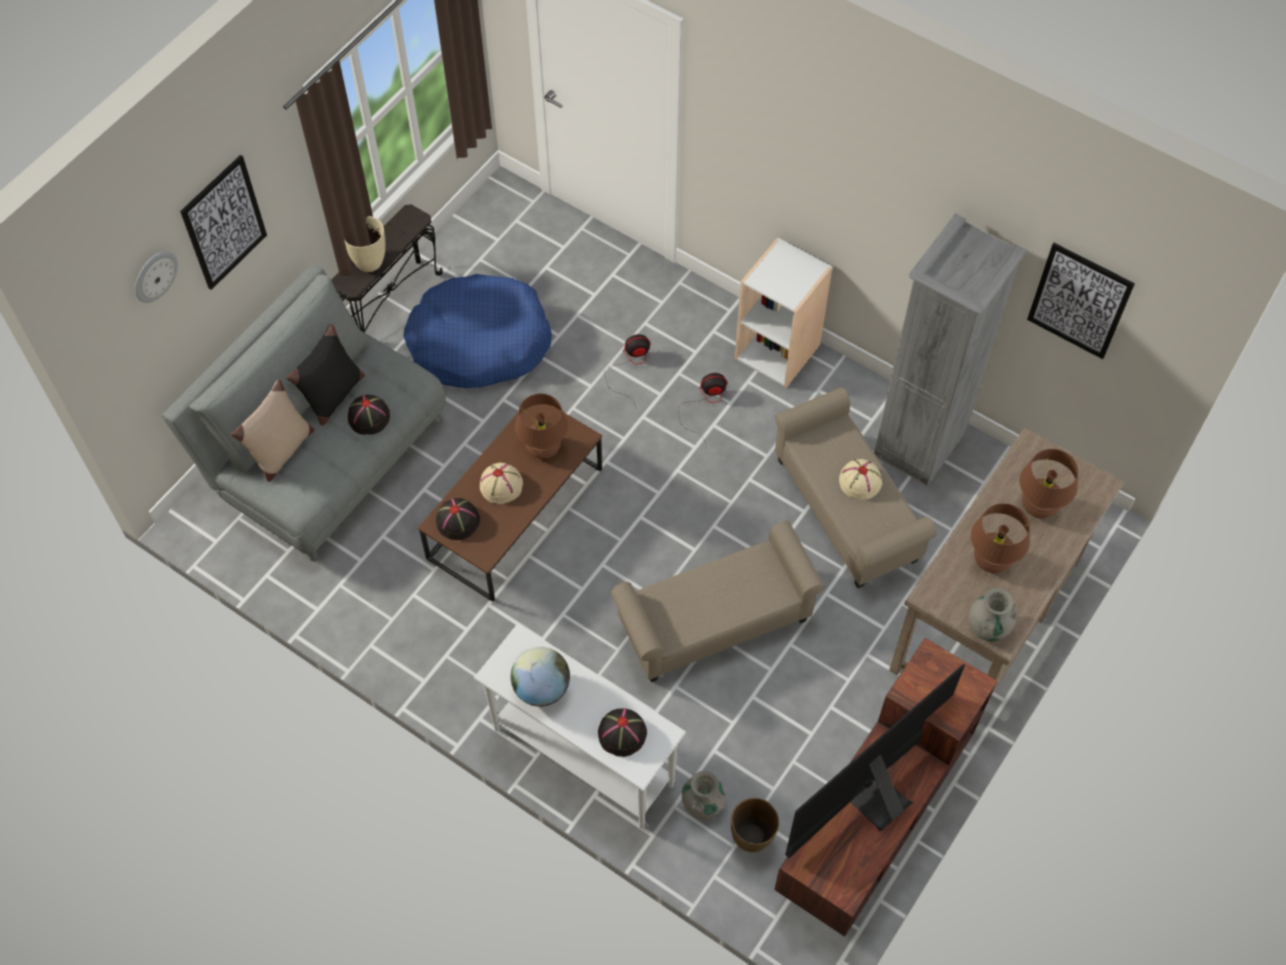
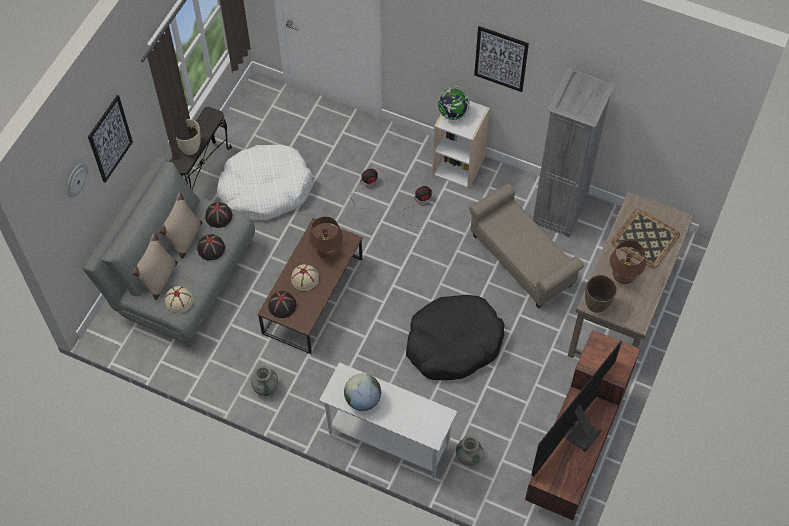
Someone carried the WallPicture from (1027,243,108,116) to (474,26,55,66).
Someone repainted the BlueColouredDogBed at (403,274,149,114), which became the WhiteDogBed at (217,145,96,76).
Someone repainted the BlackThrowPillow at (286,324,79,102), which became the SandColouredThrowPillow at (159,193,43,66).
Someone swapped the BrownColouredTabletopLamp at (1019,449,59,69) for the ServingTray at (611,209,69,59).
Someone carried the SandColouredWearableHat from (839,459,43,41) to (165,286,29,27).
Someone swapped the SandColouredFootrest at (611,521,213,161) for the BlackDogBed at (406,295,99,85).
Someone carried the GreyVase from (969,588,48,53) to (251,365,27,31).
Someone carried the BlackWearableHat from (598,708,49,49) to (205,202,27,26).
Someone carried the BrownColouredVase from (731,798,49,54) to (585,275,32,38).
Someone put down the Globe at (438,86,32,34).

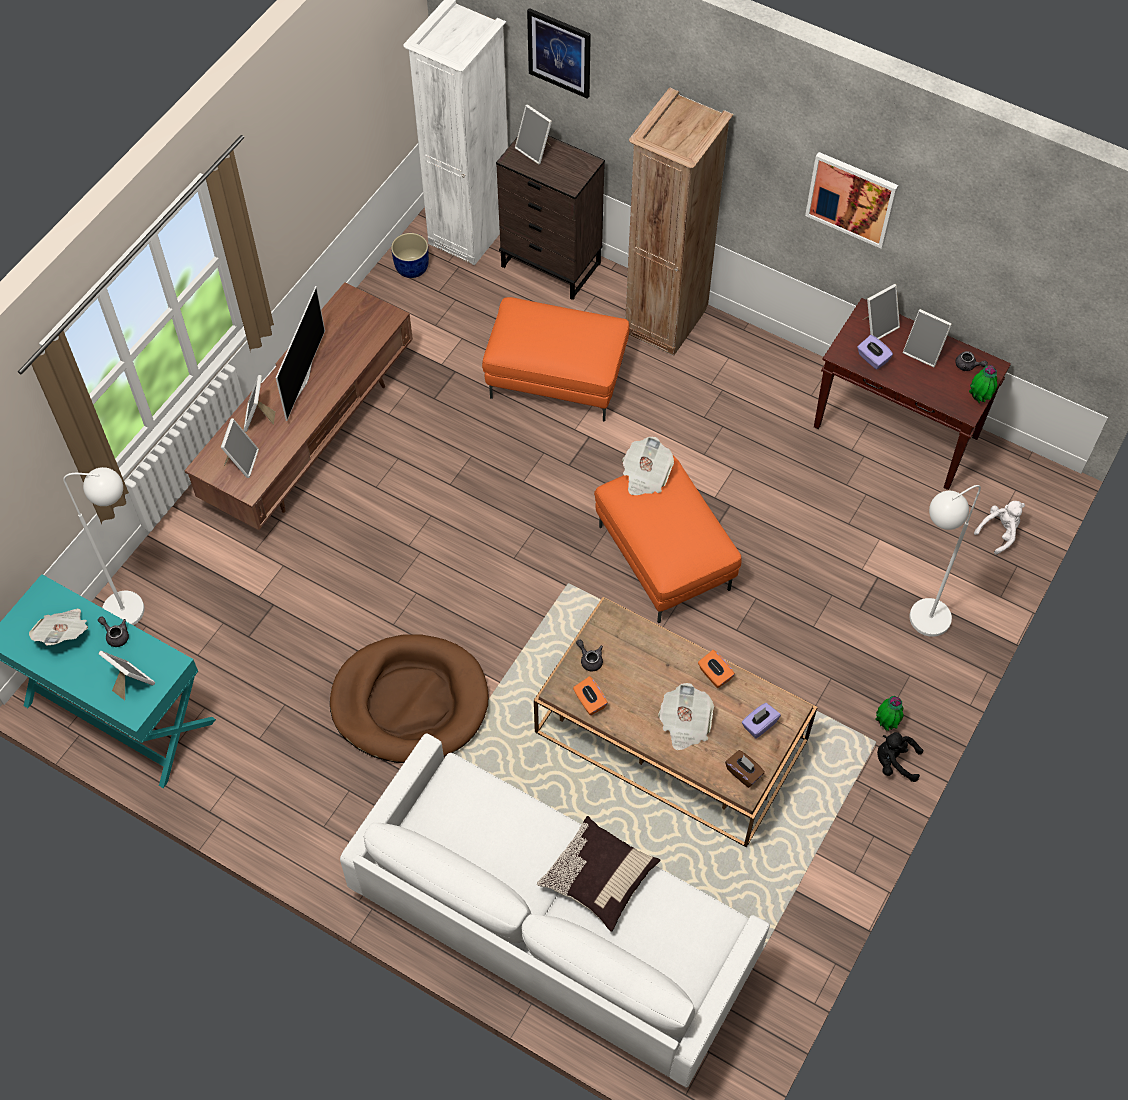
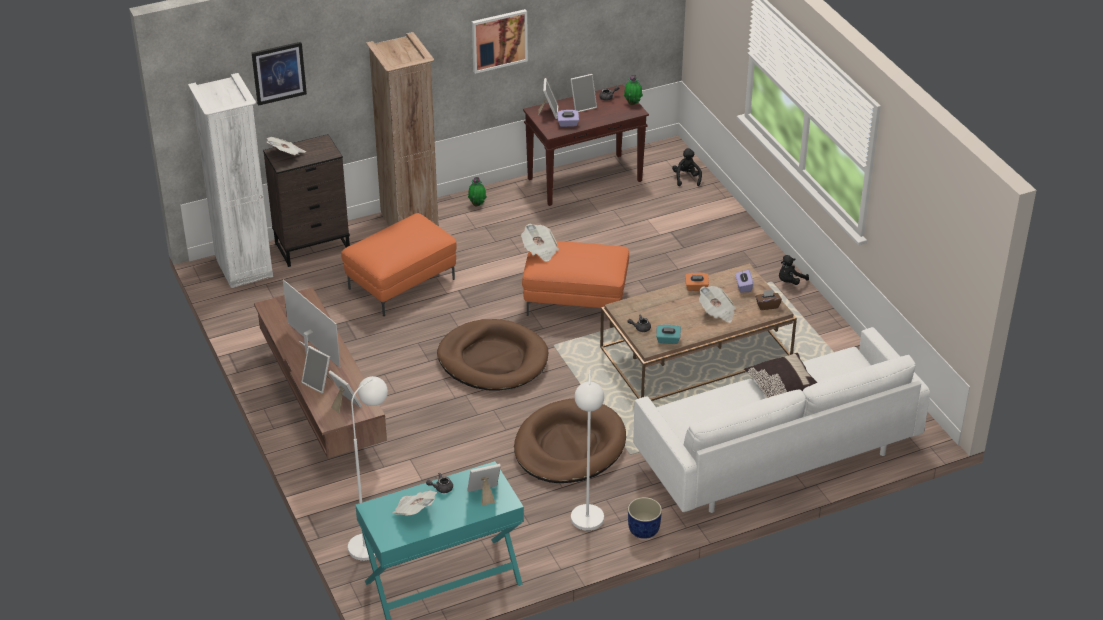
Someone swapped the StandingFrame at (515,104,37,60) for the PrintedPaper at (267,137,39,18).
Someone carried the BlueColouredPlanter from (391,233,38,45) to (628,497,34,42).
Someone carried the WhiteFloorLamp from (909,485,72,152) to (571,370,33,161).
Someone repainted the WhiteCuddlyToy at (974,501,51,54), which became the BlackCuddlyToy at (672,148,30,38).
Someone repainted the OrangeColouredTissueHolder at (573,676,35,39), which became the BlueGreenTissueHolder at (656,325,25,19).
Someone carried the PottedPlant from (875,696,29,35) to (468,177,19,30).
Someone put down the BrownColouredDogBed at (437,319,111,72).

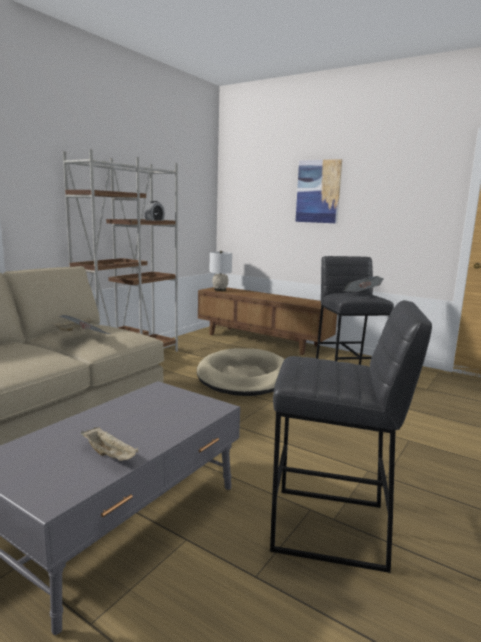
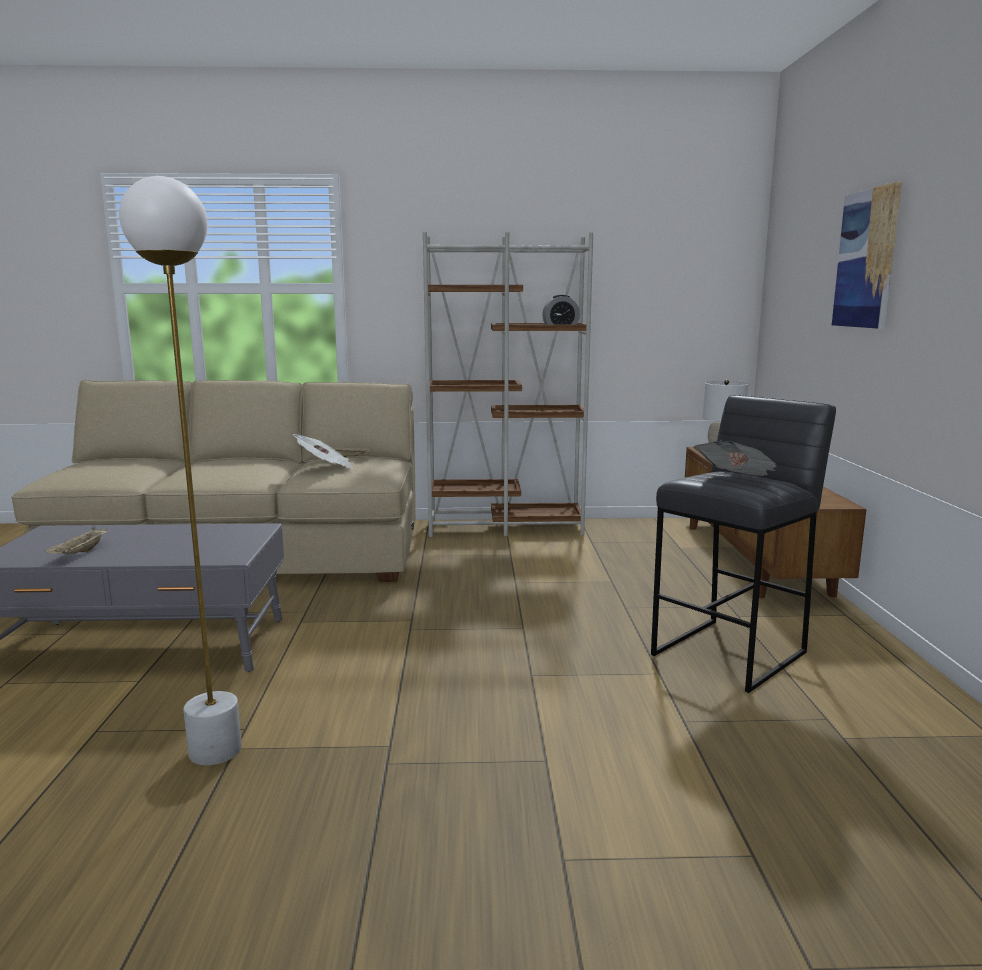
Someone swapped the GreyStool at (270,300,162,273) for the WhiteFloorLamp at (119,176,123,590).
Someone took away the SandColouredDogBed at (197,348,88,48).

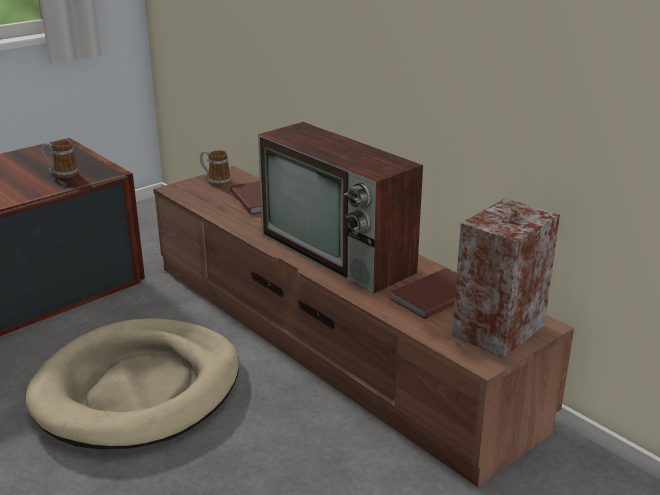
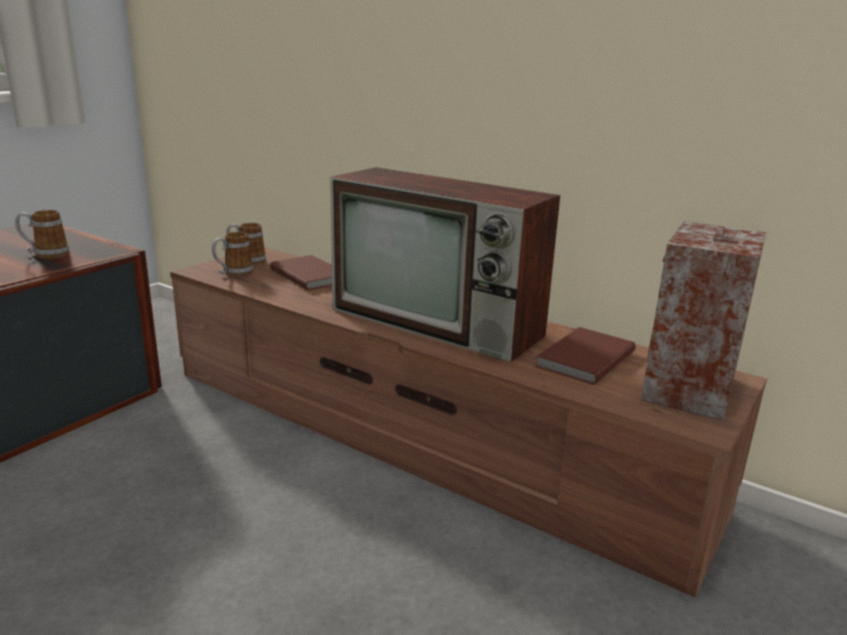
Someone took away the SandColouredDogBed at (26,318,213,131).
Someone put down the TeaMug at (212,232,41,45).

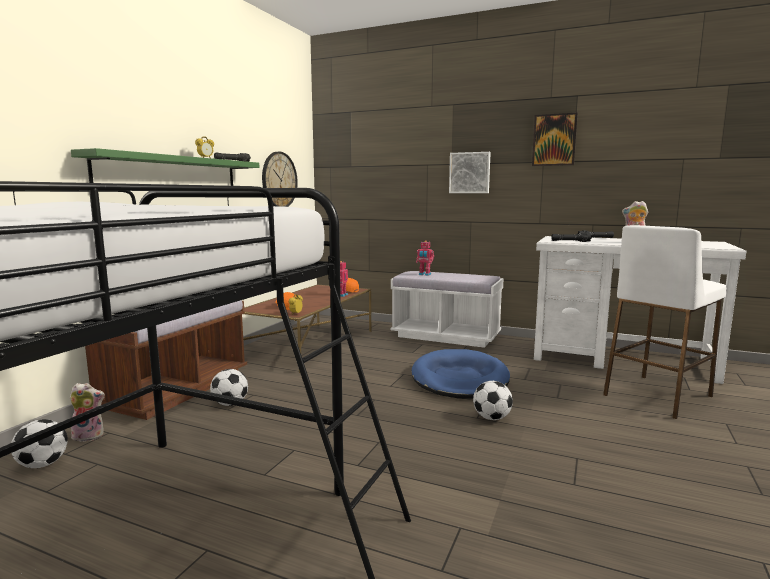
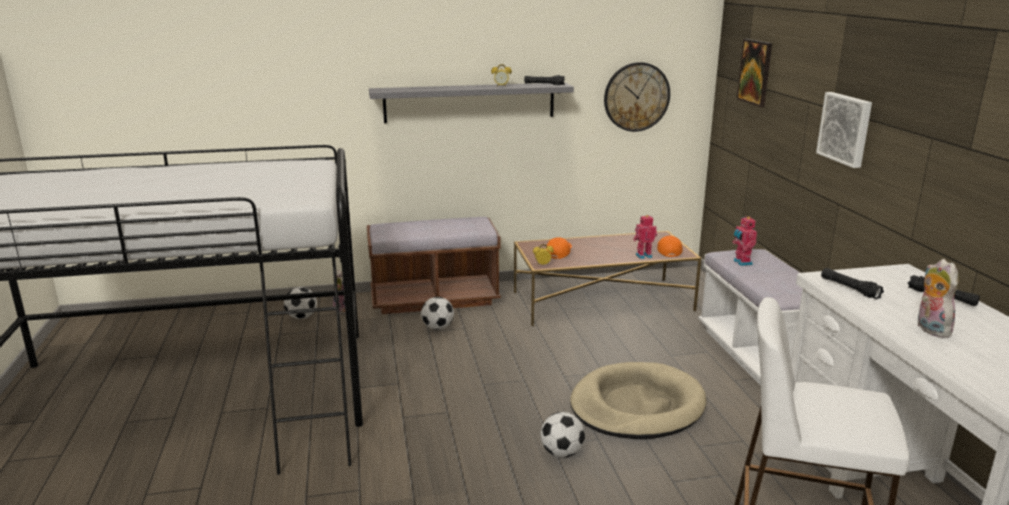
Someone carried the WallPicture from (532,112,46,54) to (737,39,35,68).
Someone repainted the GreenishWallShelf at (71,148,189,38), which became the GreyWallShelf at (369,82,205,41).
Someone repainted the BlueColouredDogBed at (412,349,98,50), which became the SandColouredDogBed at (570,362,137,77).

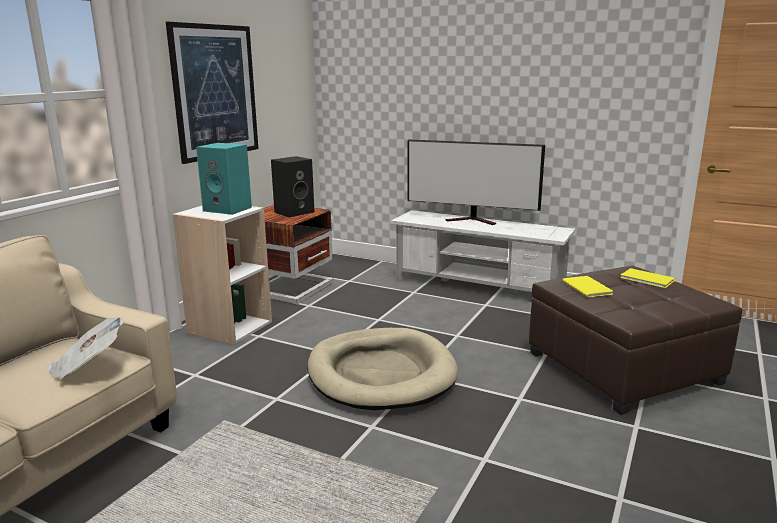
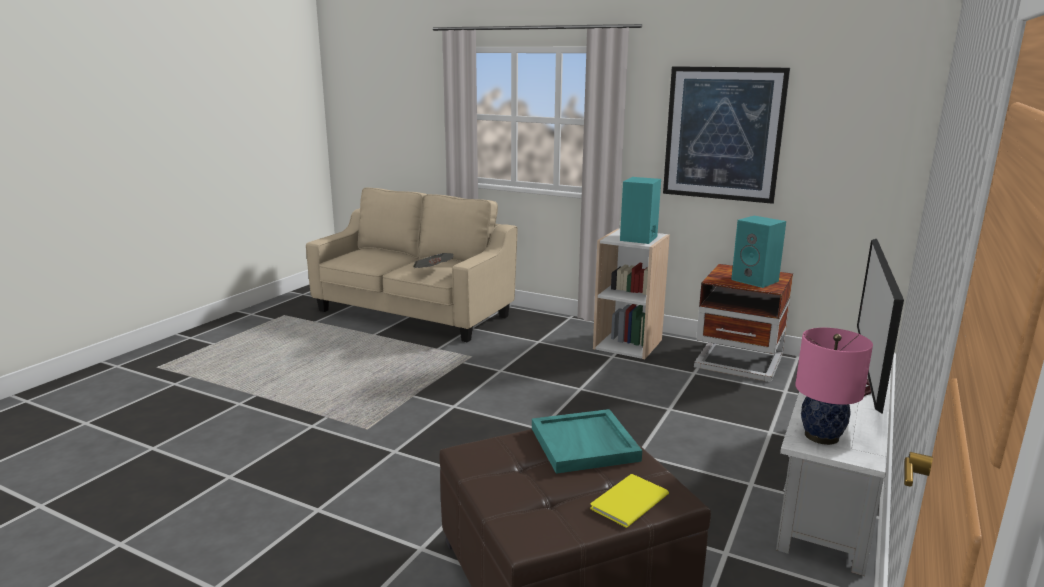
Someone repainted the BlackAudioSpeaker at (271,156,43,61), which became the BlueGreenAudioSpeaker at (731,216,55,72).
Someone swapped the YellowBoundBook at (562,276,51,21) for the BlueGreenServingTray at (532,409,110,65).
Someone took away the SandColouredDogBed at (307,328,151,82).
Someone put down the PinkColouredTabletopLamp at (795,328,78,117).

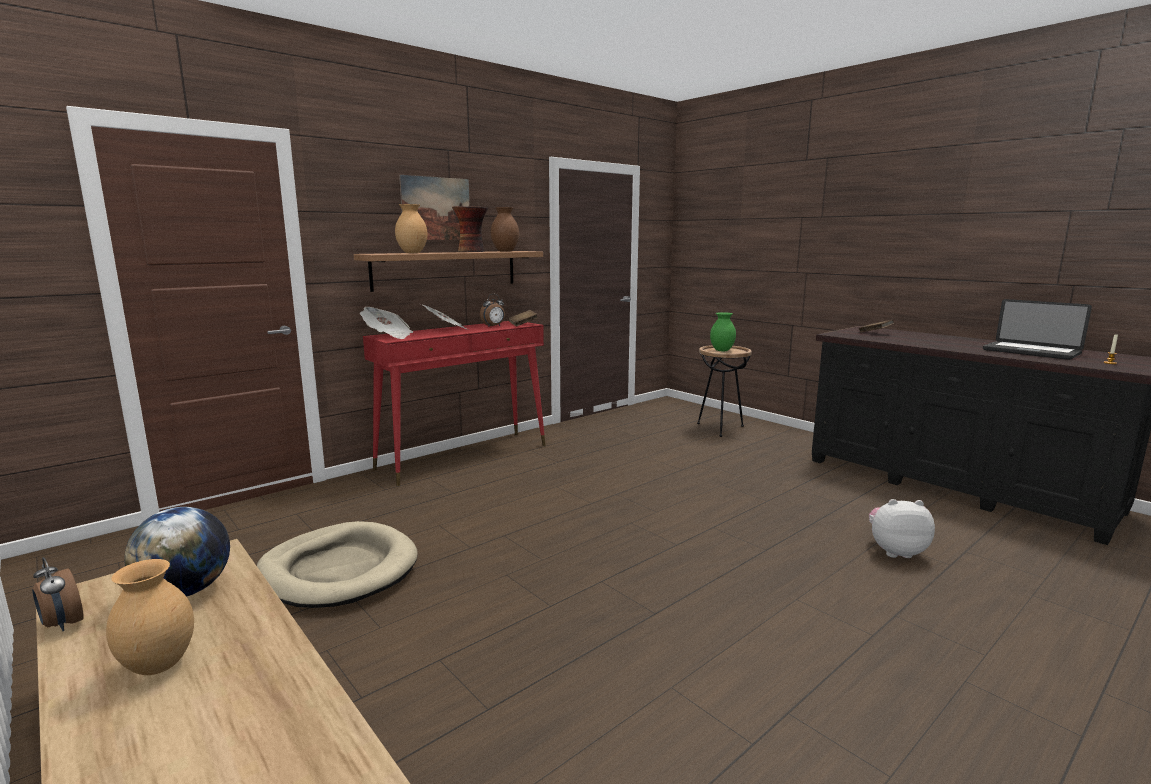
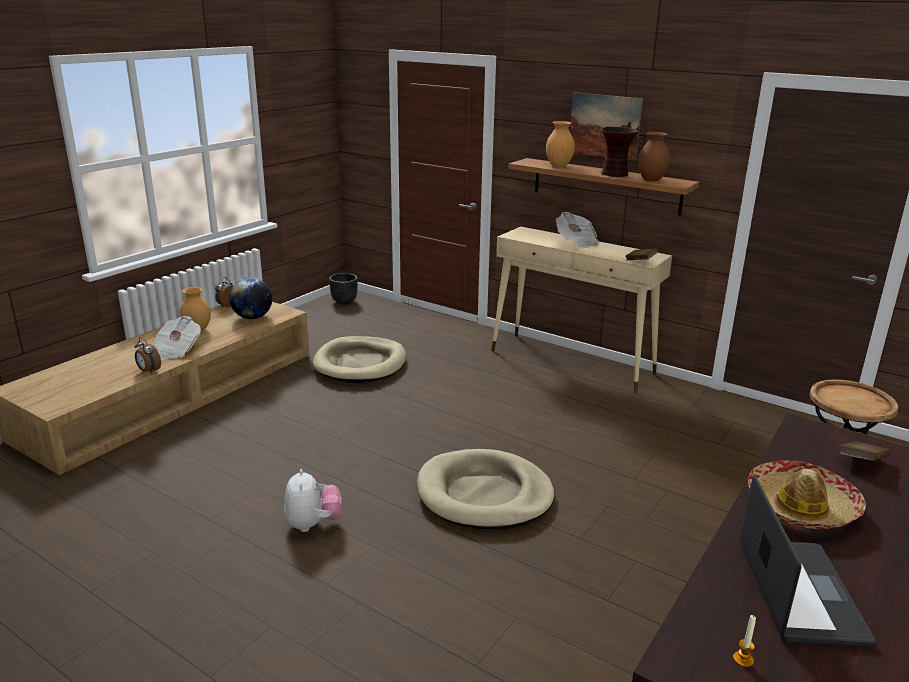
Someone carried the TableClock from (480,294,25,33) to (135,337,26,37).
Someone rotated the Laptop at (983,299,109,61) by 150 degrees clockwise.
Someone carried the PrintedPaper from (360,307,53,32) to (154,316,47,44).
Someone took away the GreenishVase at (710,312,26,39).
Someone repainted the RedConsoleTable at (363,321,183,165), which became the SandColouredConsoleTable at (491,227,181,166).
Someone carried the CuddlyToy from (869,499,66,59) to (284,469,58,63).
Someone put down the BlackPlanter at (329,273,29,32).
Someone put down the SandColouredDogBed at (417,449,138,81).
Someone put down the WearableHat at (748,460,118,69).

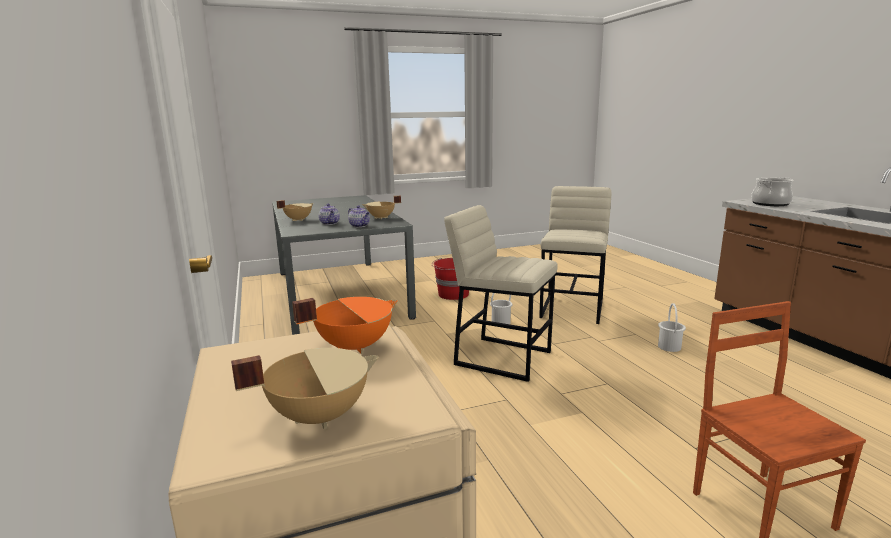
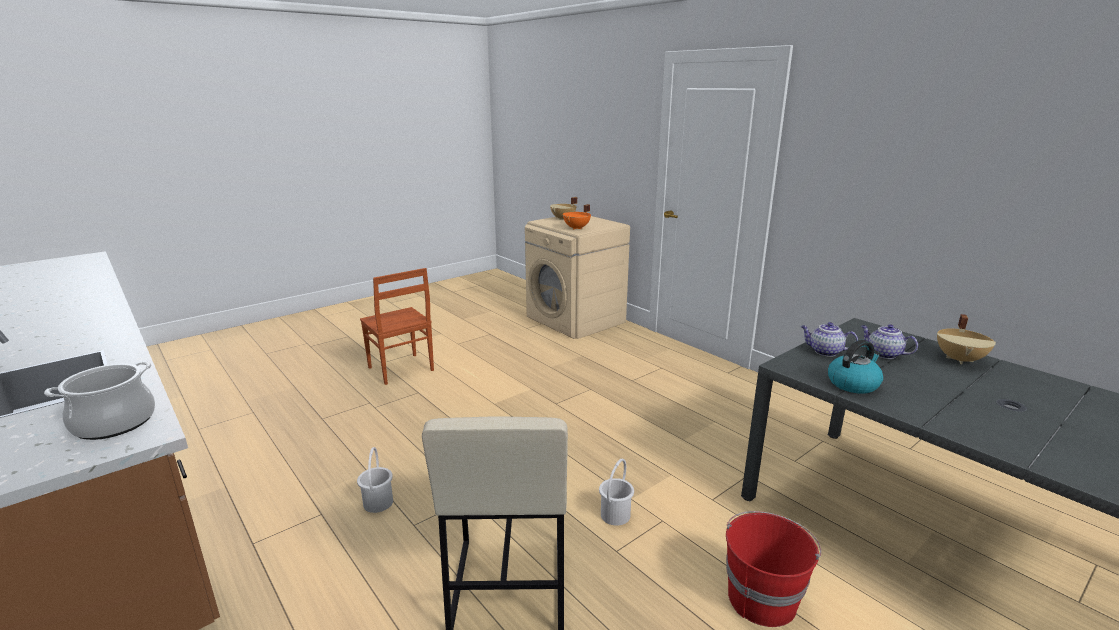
Someone swapped the SandColouredSaucepot at (362,196,39,23) for the Kettle at (828,340,55,54).
Someone took away the SandColouredPlainChair at (444,205,114,177).

